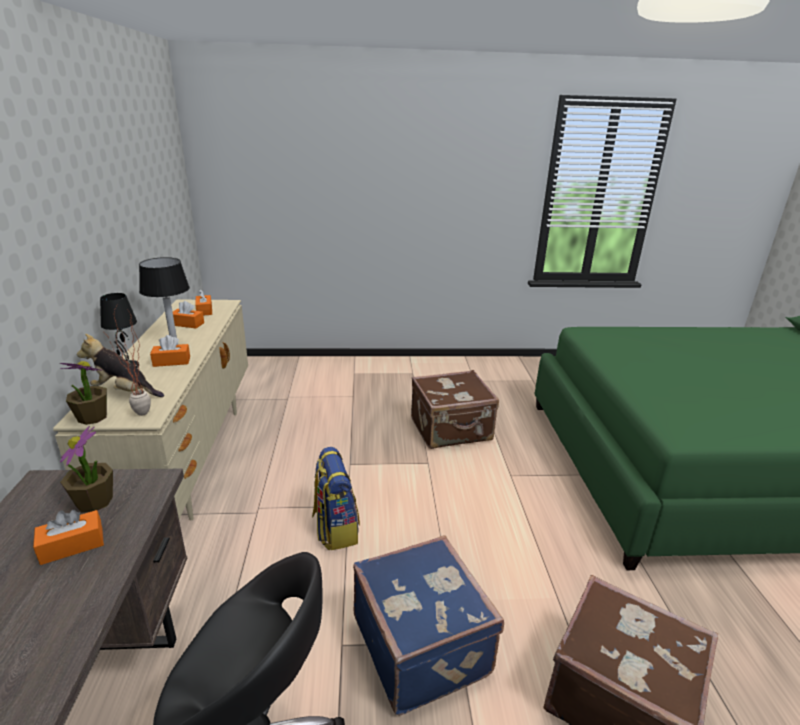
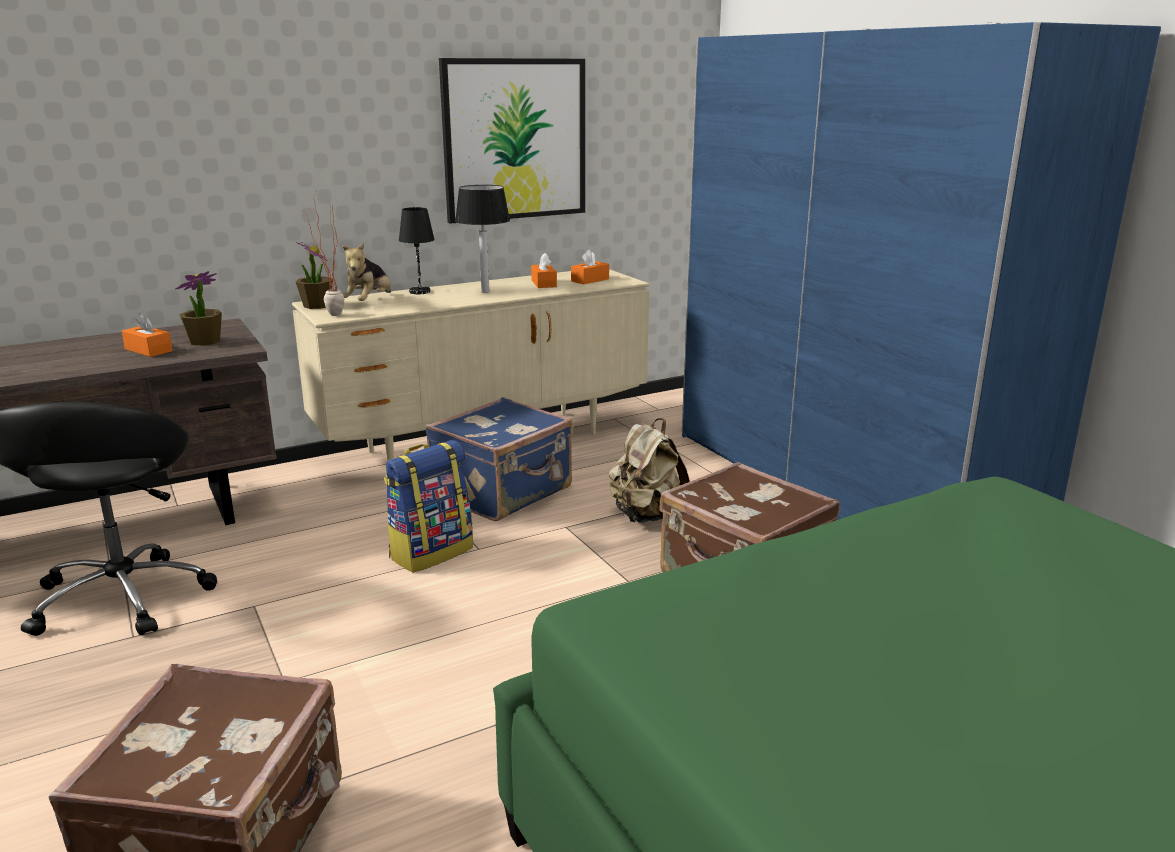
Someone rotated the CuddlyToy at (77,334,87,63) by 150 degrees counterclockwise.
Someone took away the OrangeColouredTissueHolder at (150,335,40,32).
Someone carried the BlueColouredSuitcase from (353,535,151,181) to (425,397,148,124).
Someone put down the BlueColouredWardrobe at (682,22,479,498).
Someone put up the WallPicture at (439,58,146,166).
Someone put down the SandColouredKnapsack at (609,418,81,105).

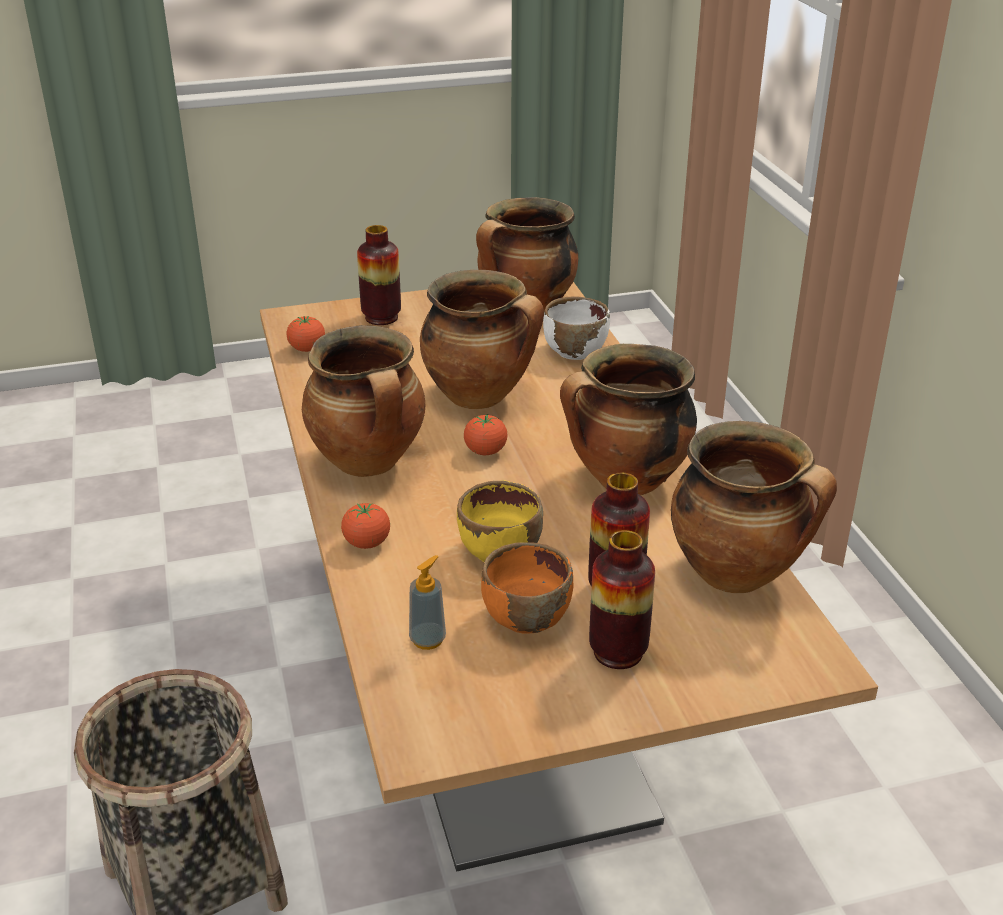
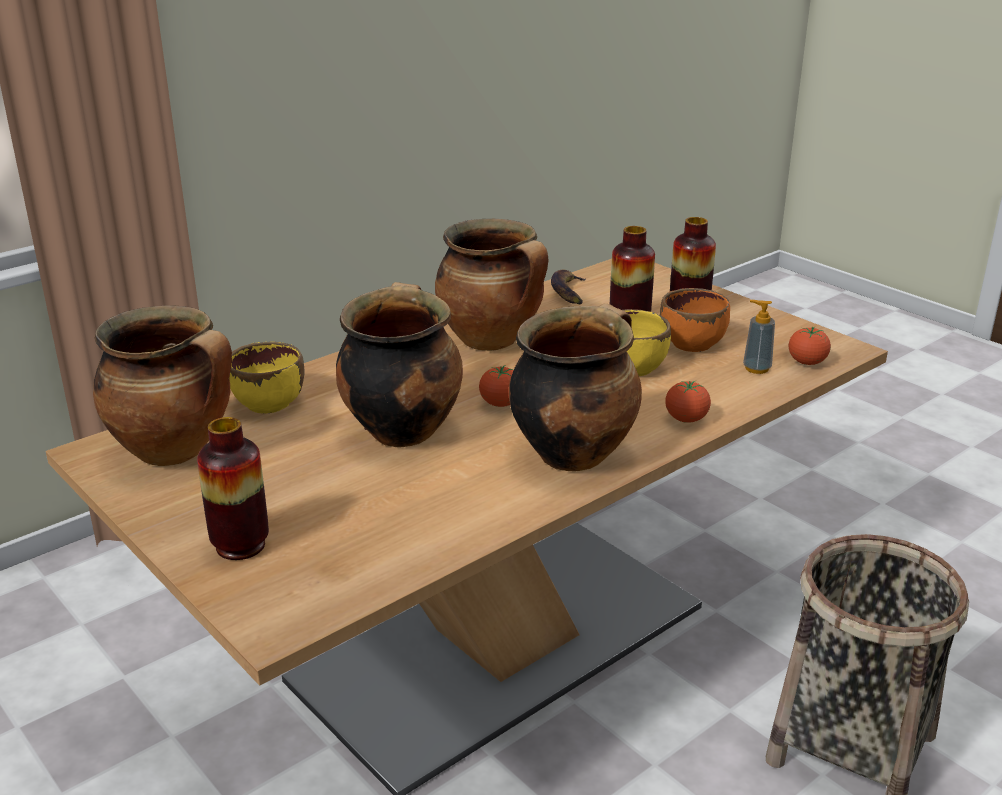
Someone repainted the WhiteServingBowl at (543,297,67,63), which became the YellowServingBowl at (229,341,75,72).
Someone carried the Tomato from (286,316,39,36) to (789,327,42,38).
Someone swapped the Saucepot at (671,421,166,172) for the Banana at (551,270,35,35).

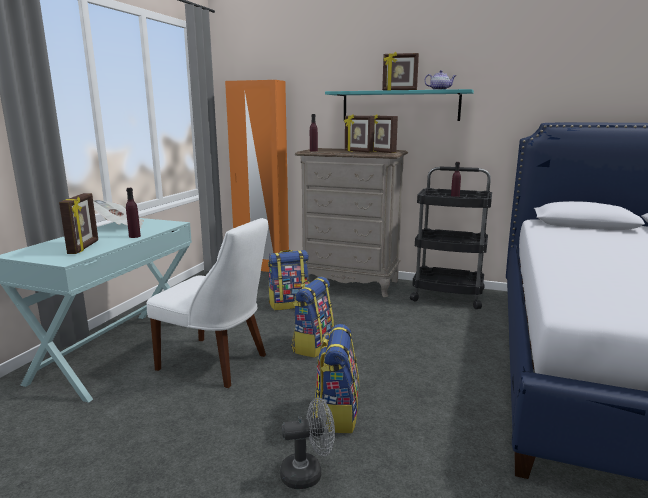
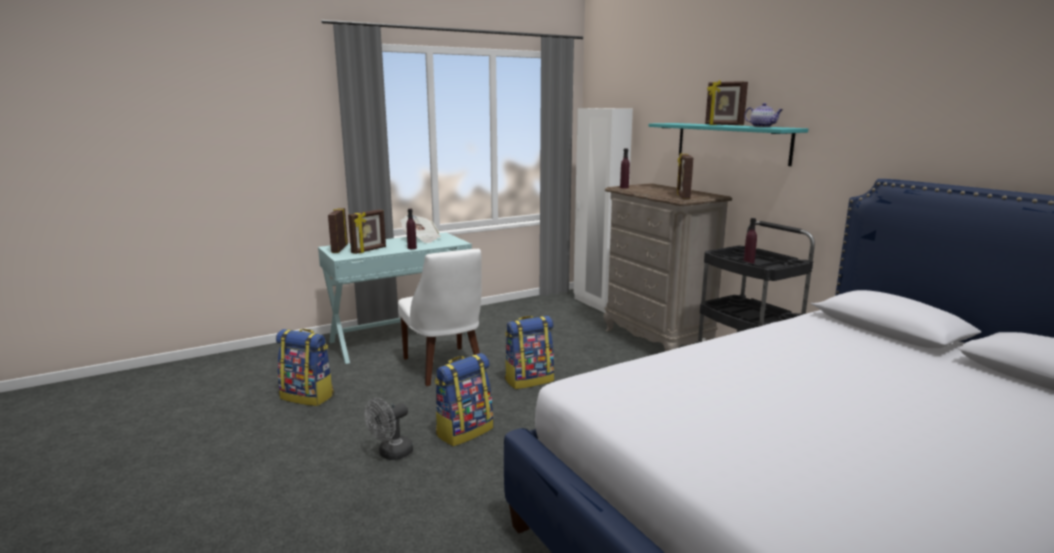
Someone repainted the OrangeColouredWardrobe at (225,80,64,192), which became the WhiteWardrobe at (574,108,59,205).
Someone carried the StandingFrame from (344,115,31,37) to (328,208,20,45).
Someone carried the Knapsack from (268,250,41,61) to (276,329,58,77).
Someone rotated the GreyCoolingFan at (280,398,55,91) by 105 degrees clockwise.

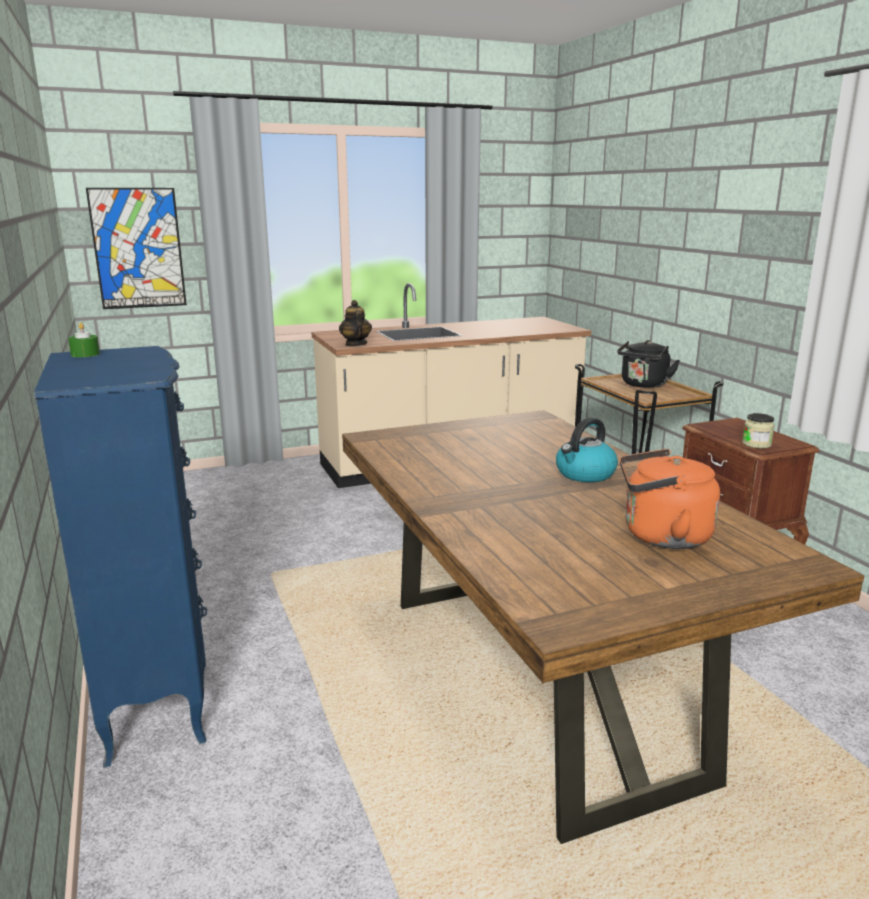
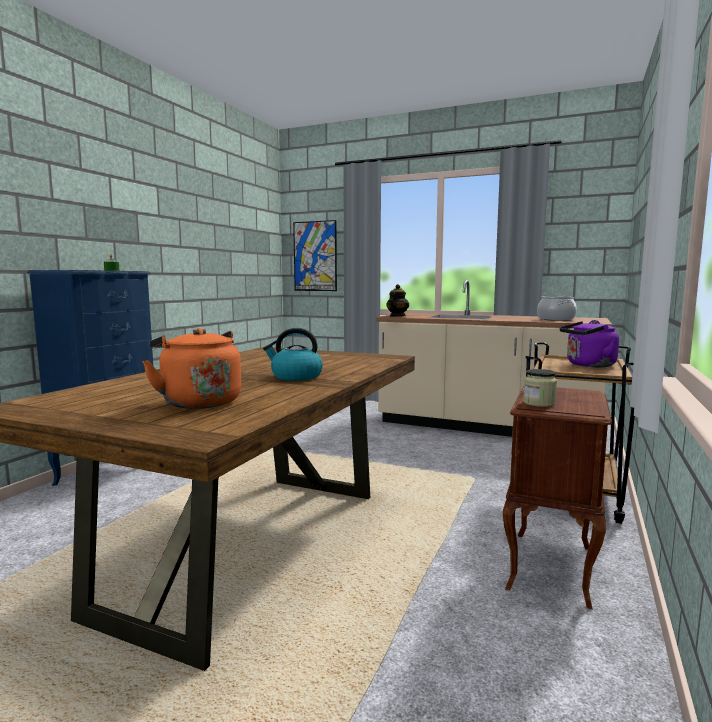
Someone repainted the BlackKettle at (617,340,63,48), which became the PurplishKettle at (559,320,60,47).
Someone put down the Saucepot at (537,297,40,24).

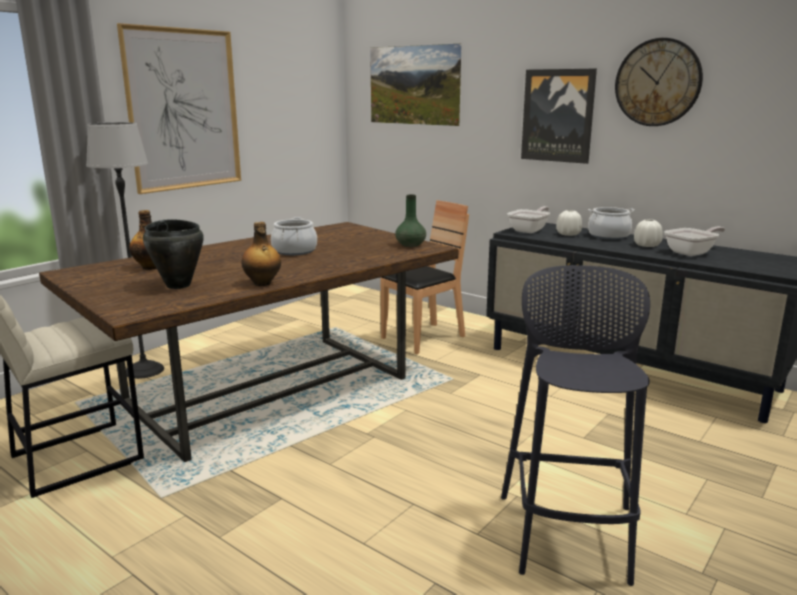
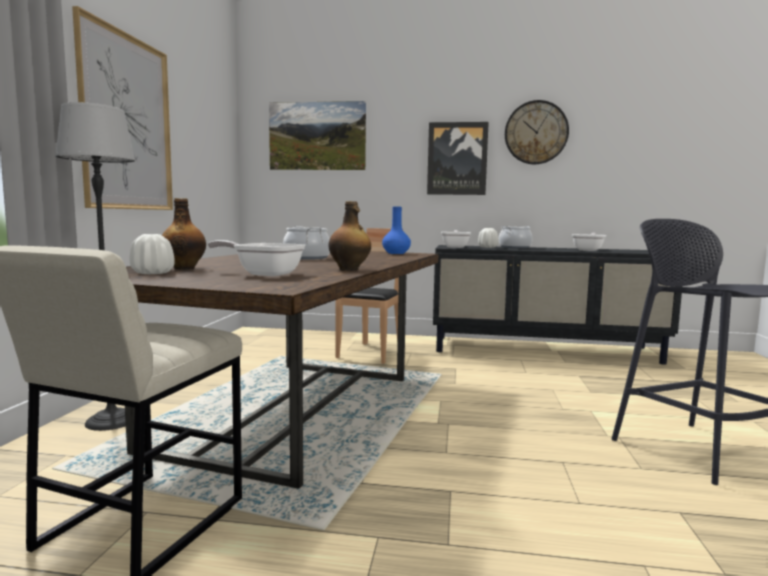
Someone repainted the GreenishVase at (395,195,31,52), which became the BlueColouredVase at (382,206,29,48).
Someone swapped the BlackSaucepot at (143,219,61,70) for the Pan at (208,240,97,36).
Someone carried the WhiteVase from (634,219,29,28) to (129,234,46,40).

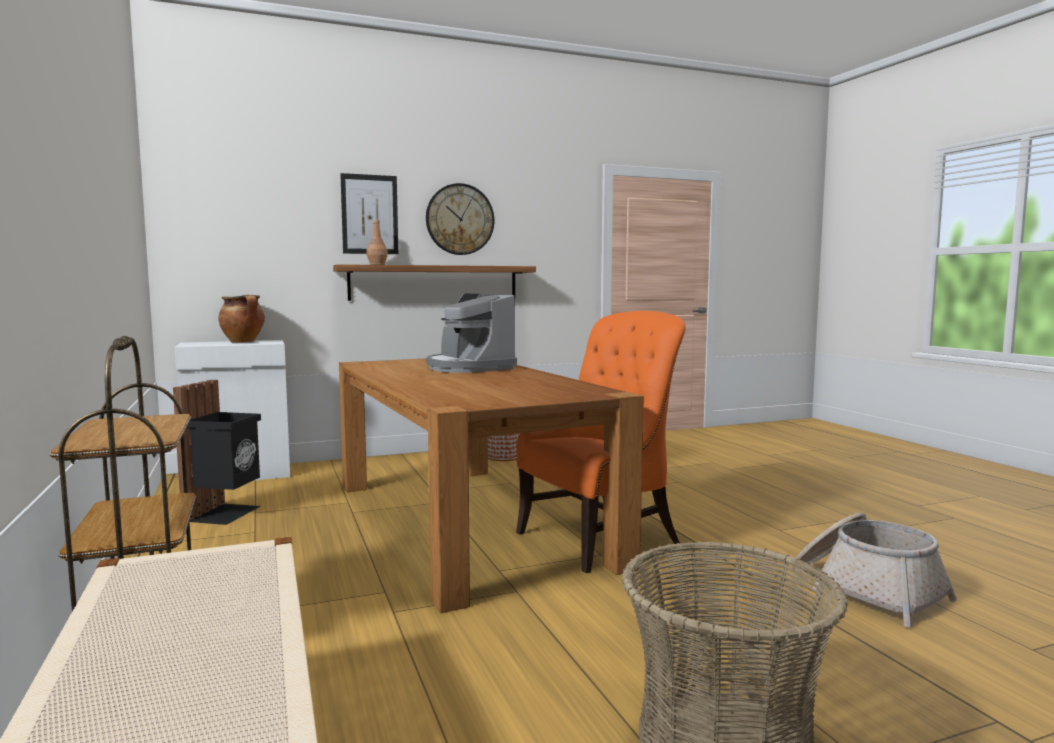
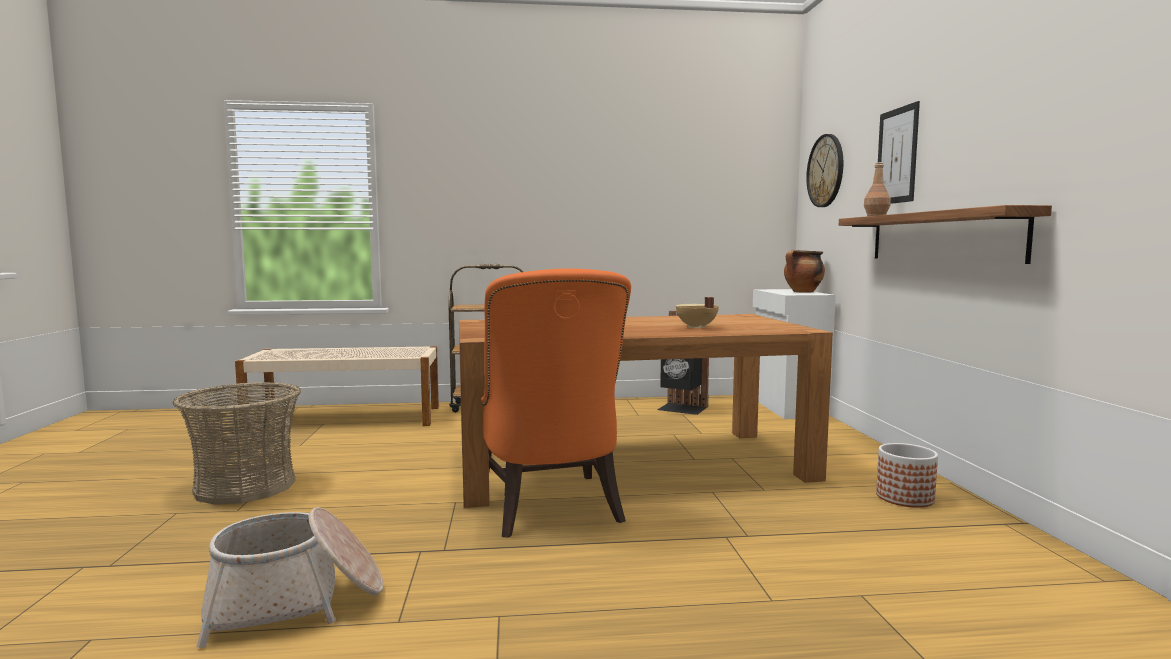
Someone carried the WallClock from (426,183,68,72) to (806,134,37,73).
Someone swapped the CoffeeMachine at (426,293,91,80) for the SandColouredSaucepot at (676,297,43,32).

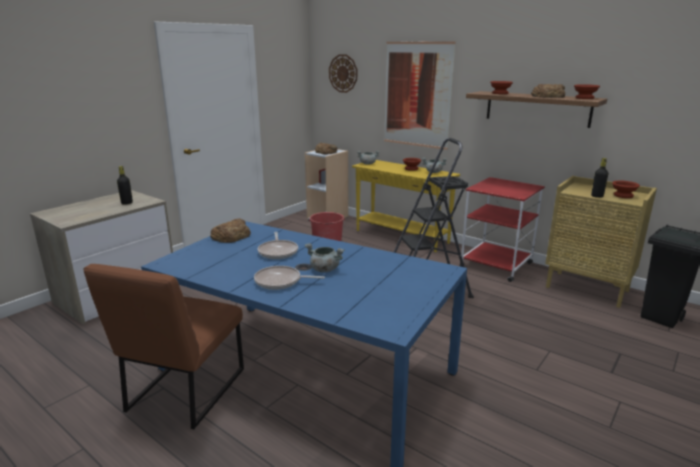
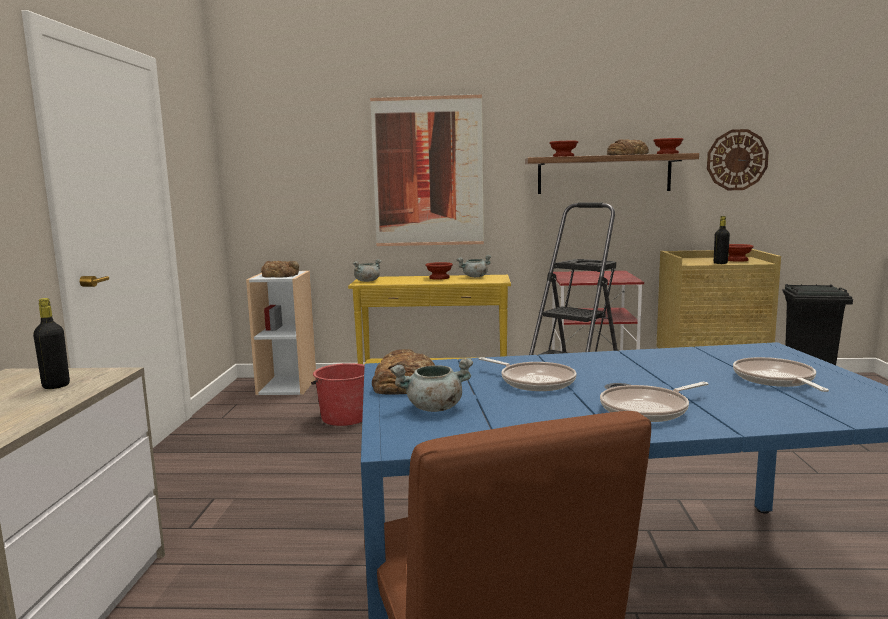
Someone carried the WallClock from (329,54,28,39) to (707,129,62,61).
Someone carried the GreySaucepot from (305,243,40,29) to (390,358,83,54).
Someone put down the Pan at (733,357,96,35).

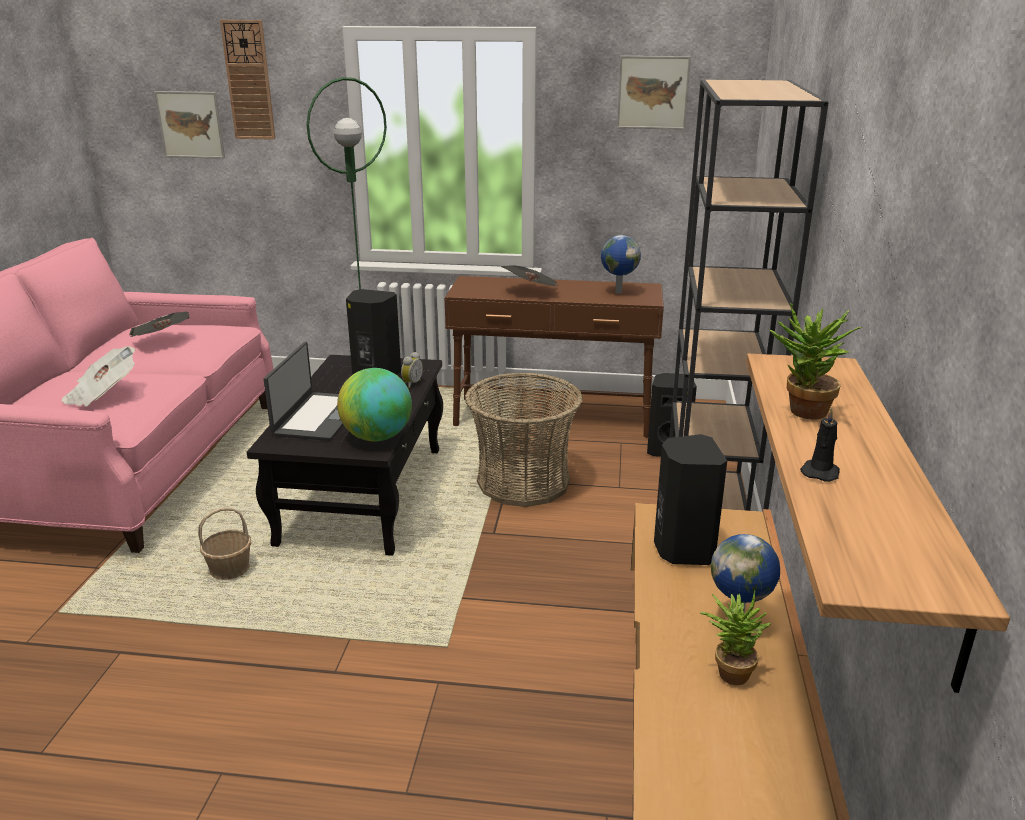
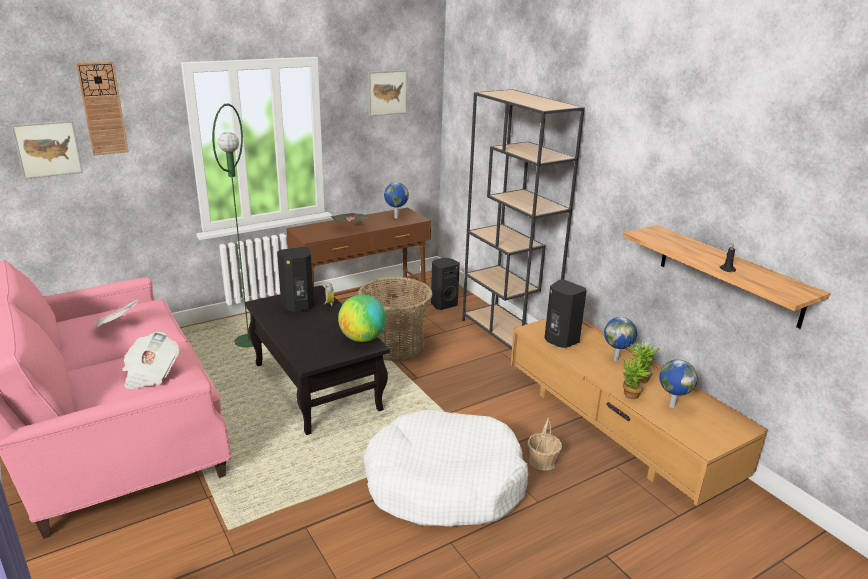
Someone carried the PottedPlant from (769,303,94,117) to (623,355,29,44).
Someone took away the Laptop at (264,342,79,99).
Someone carried the StorageBasket from (198,507,53,73) to (528,418,34,53).
Someone put down the Globe at (659,359,38,49).
Someone put down the WhiteDogBed at (364,410,164,117).

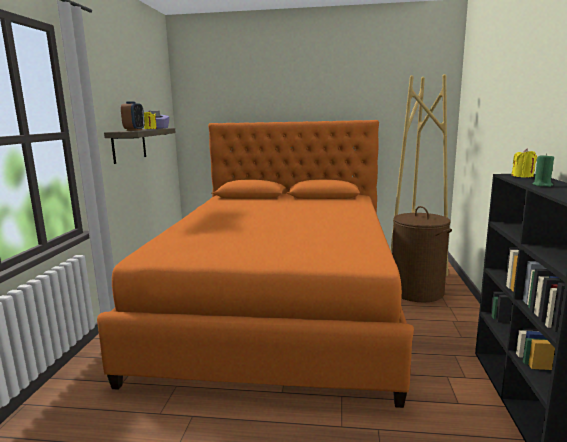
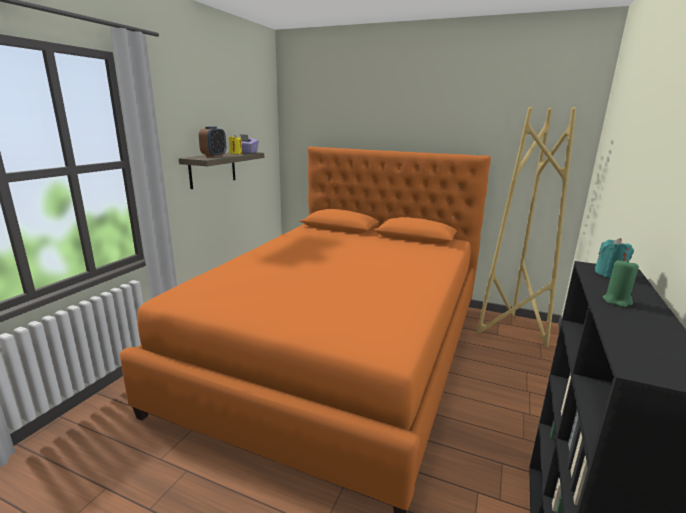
Someone repainted the YellowWaxCandle at (511,148,26,30), which became the BlueGreenWaxCandle at (595,238,39,40).
Someone took away the BrownColouredHamper at (392,206,60,96).

